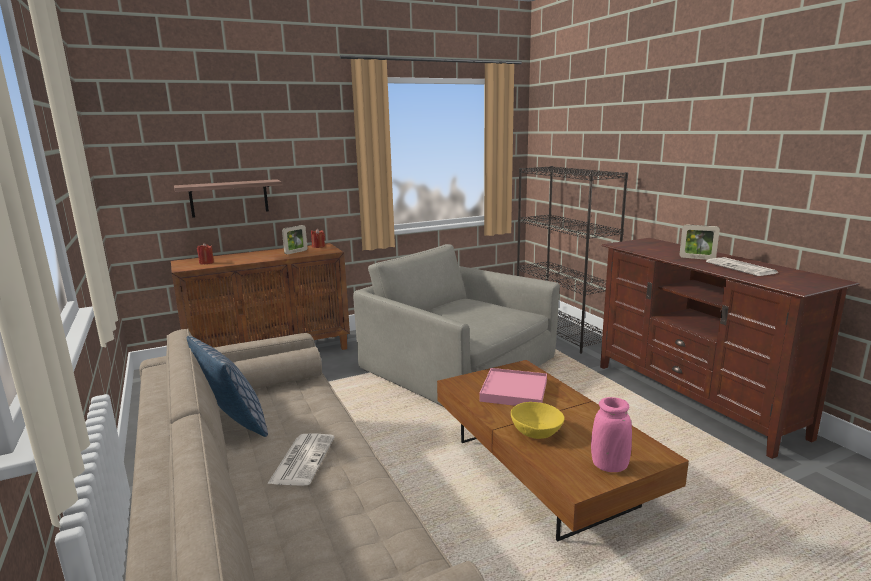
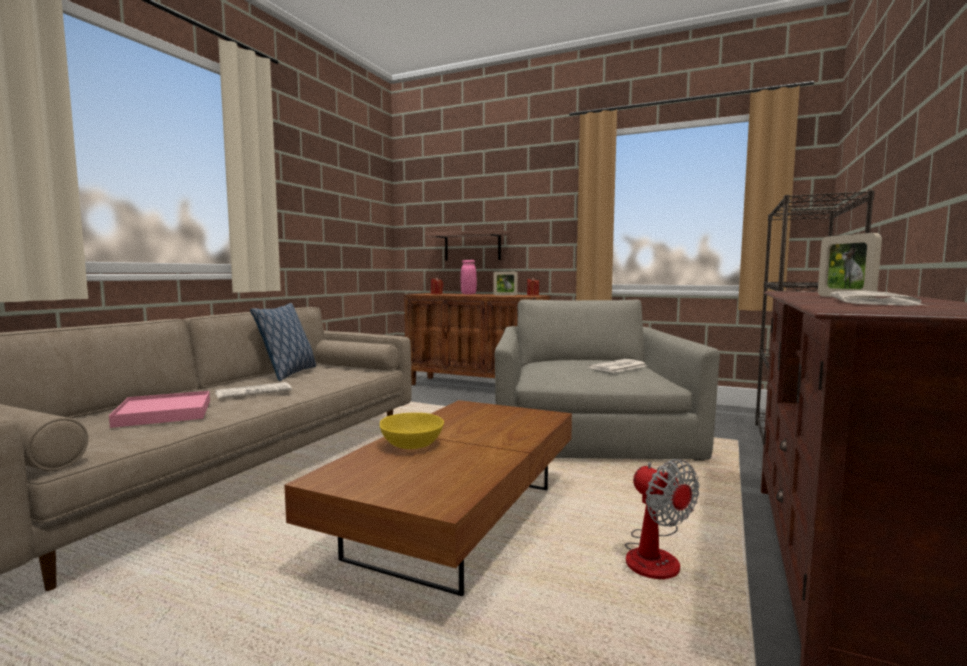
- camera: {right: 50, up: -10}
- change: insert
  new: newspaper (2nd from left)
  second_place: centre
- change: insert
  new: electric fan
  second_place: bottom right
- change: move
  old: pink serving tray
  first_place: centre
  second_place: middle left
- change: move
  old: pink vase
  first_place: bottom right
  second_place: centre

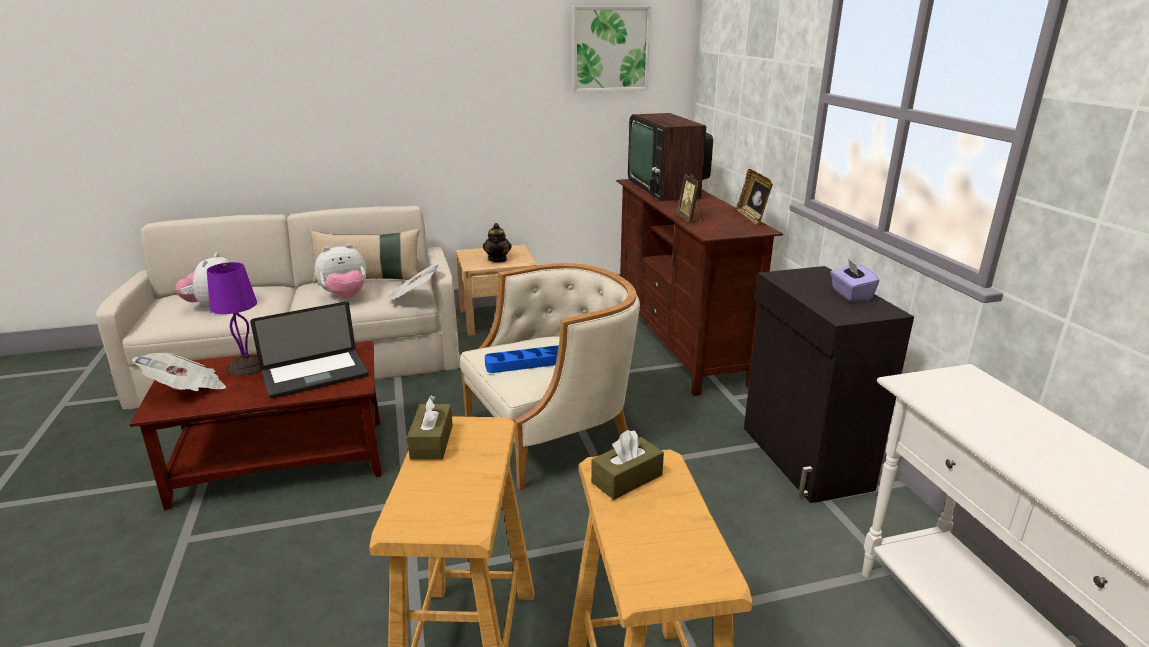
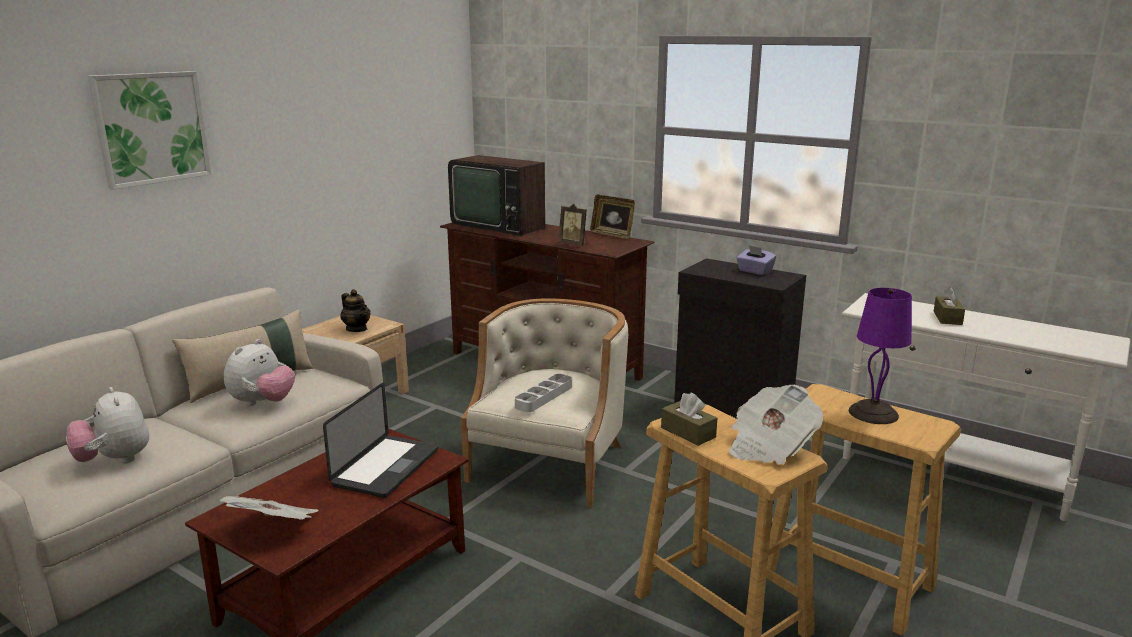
- camera: {right: -40, up: -5}
- change: move
  old: purplish tabletop lamp
  first_place: middle left
  second_place: middle right
- change: move
  old: newspaper (2nd from left)
  first_place: centre
  second_place: middle right
- change: move
  old: wall picture
  first_place: top centre
  second_place: top left
- change: move
  old: brown-coloured tissue box (2nd from left)
  first_place: bottom centre
  second_place: middle right
- change: recolor
  old: bluish serving tray
  new: gray serving tray
  first_place: centre
  second_place: centre

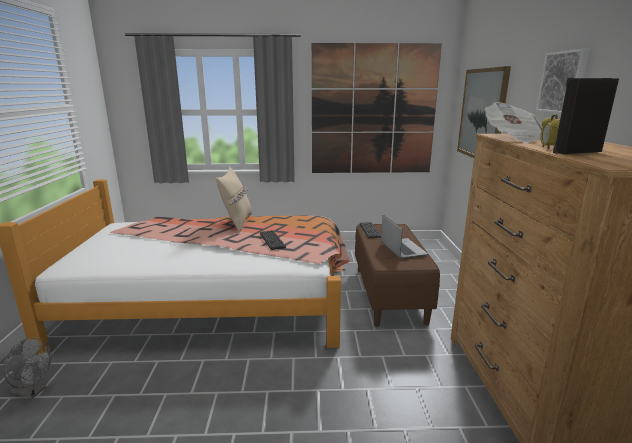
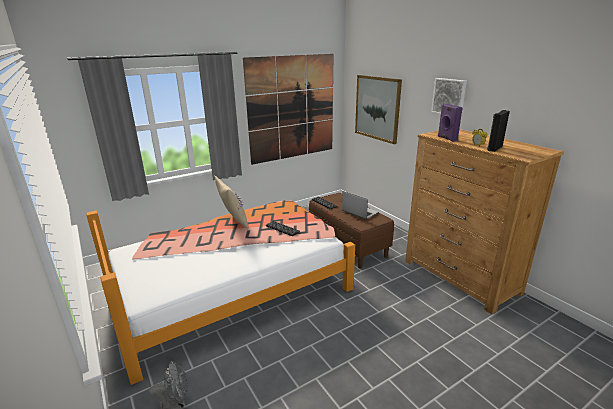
- camera: {right: -30, up: 5}
- change: replace
  old: newspaper
  new: purplish loudspeaker
  first_place: top right
  second_place: top right

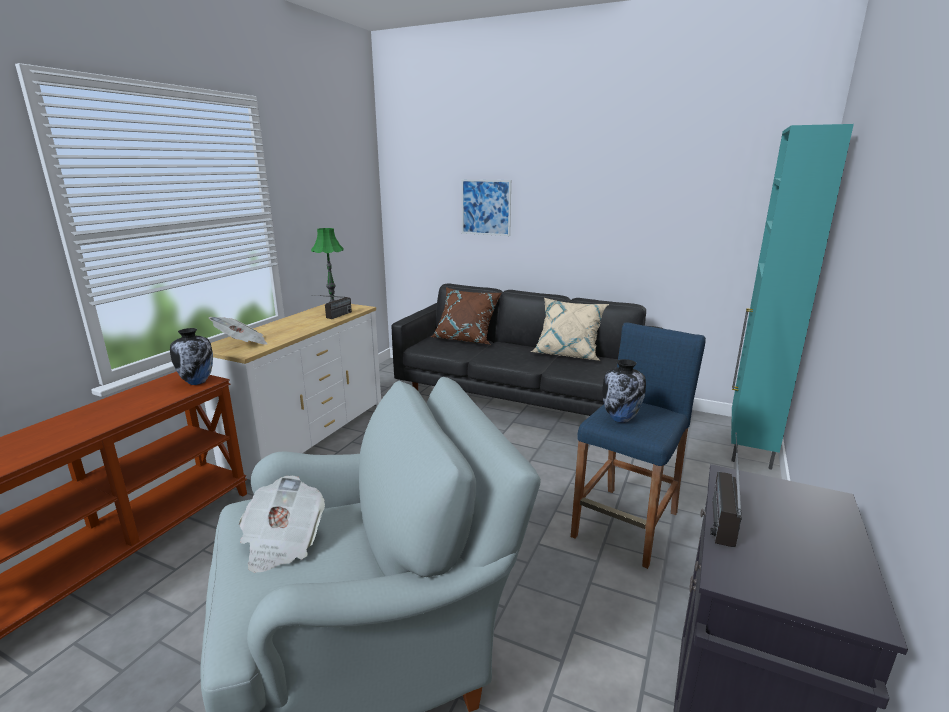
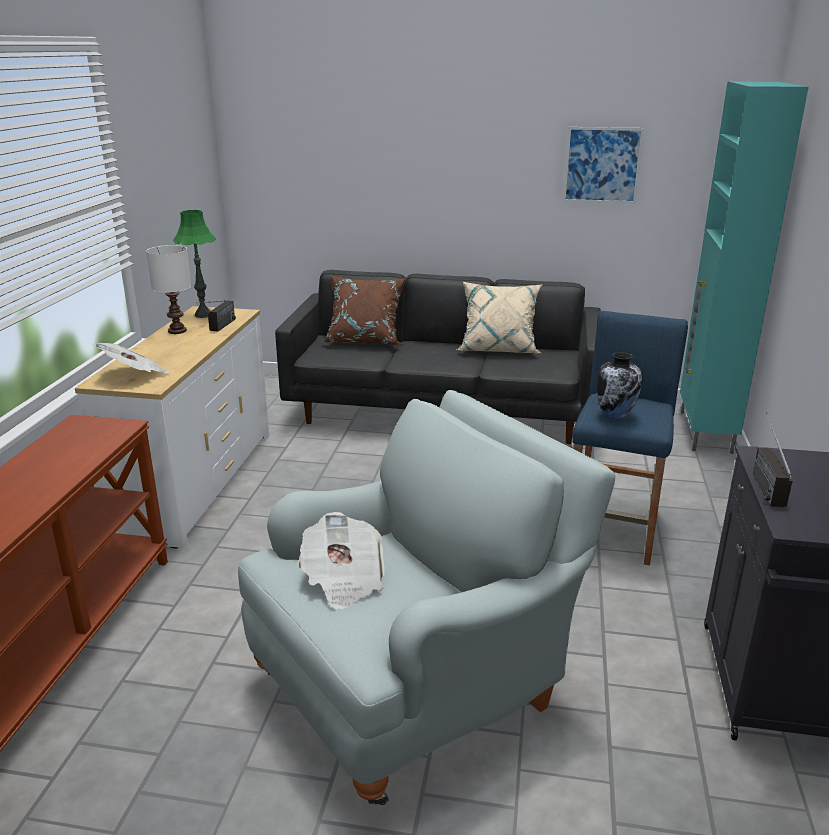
- camera: {right: -15, up: 5}
- change: delete
  old: vase (1st from left)
  first_place: middle left
- change: insert
  new: white tabletop lamp
  second_place: middle left
- change: move
  old: wall picture
  first_place: top centre
  second_place: top right

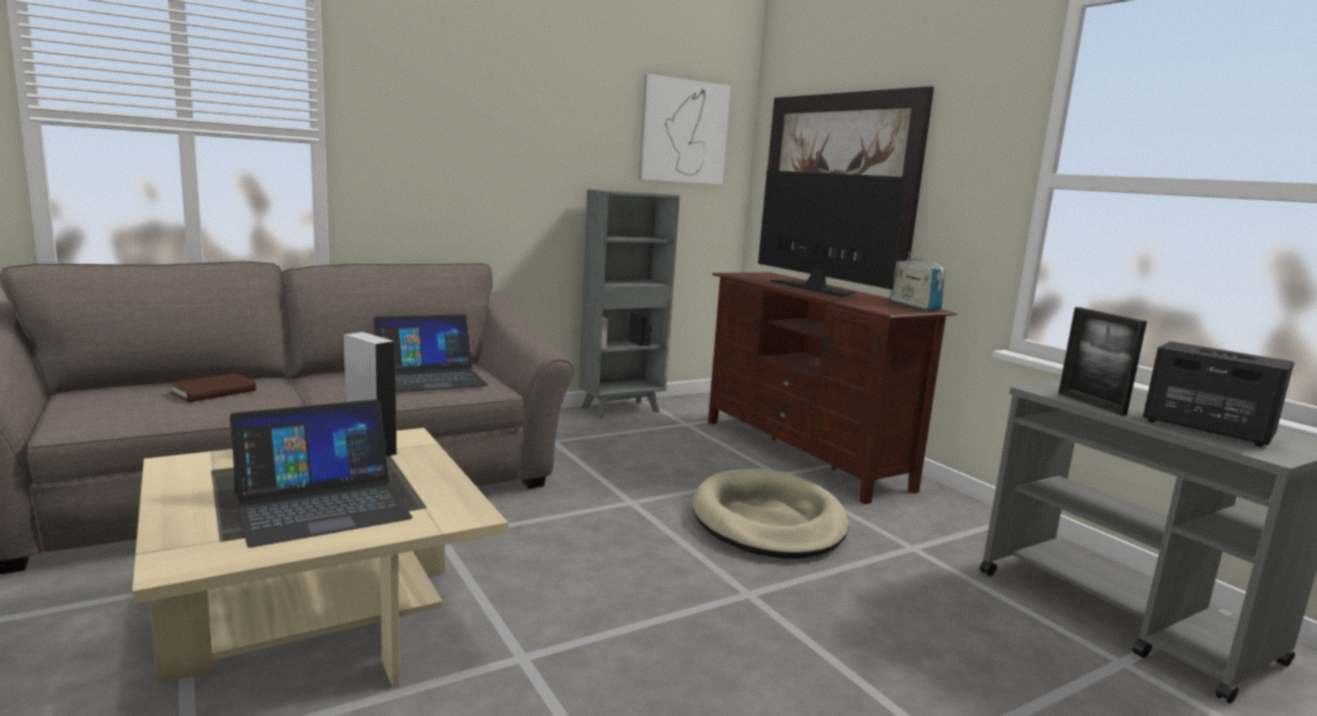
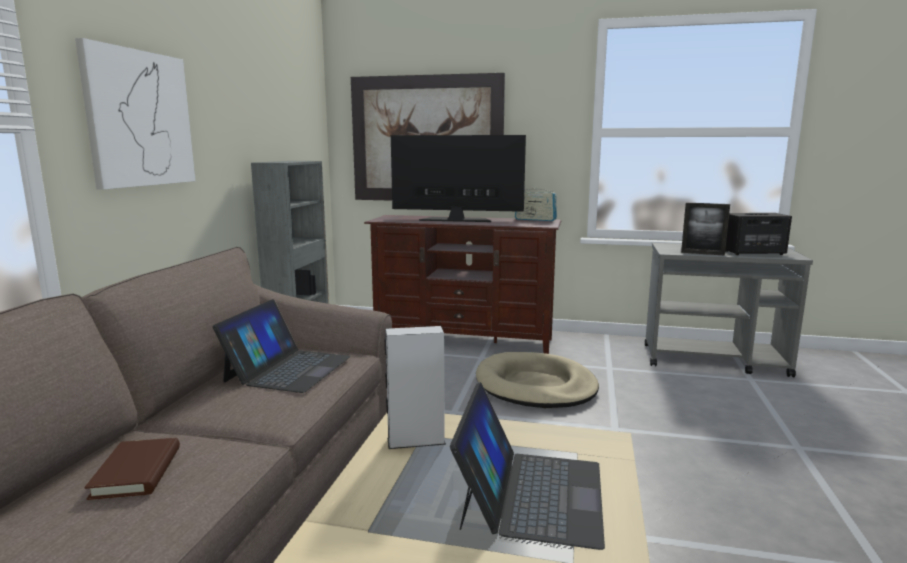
- camera: {right: -45, up: 0}
- change: move
  old: wall picture (1st from left)
  first_place: top centre
  second_place: top left

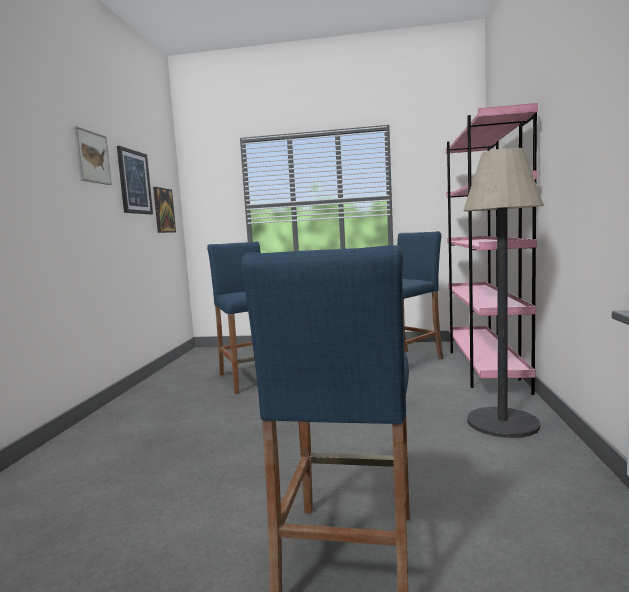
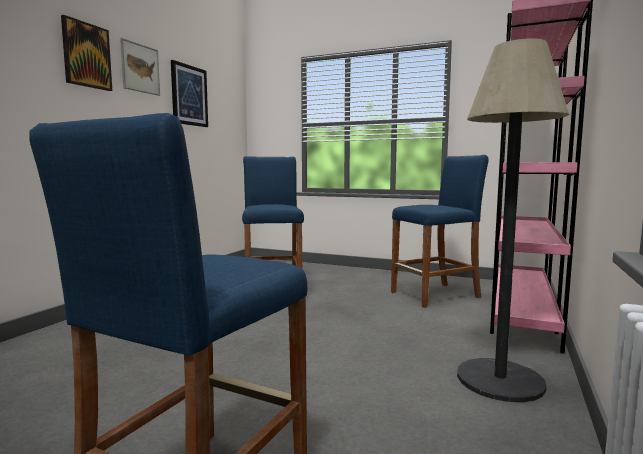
- camera: {right: 15, up: 0}
- change: move
  old: wall picture (3rd from left in the first image)
  new: wall picture (1st from left)
  first_place: middle left
  second_place: top left

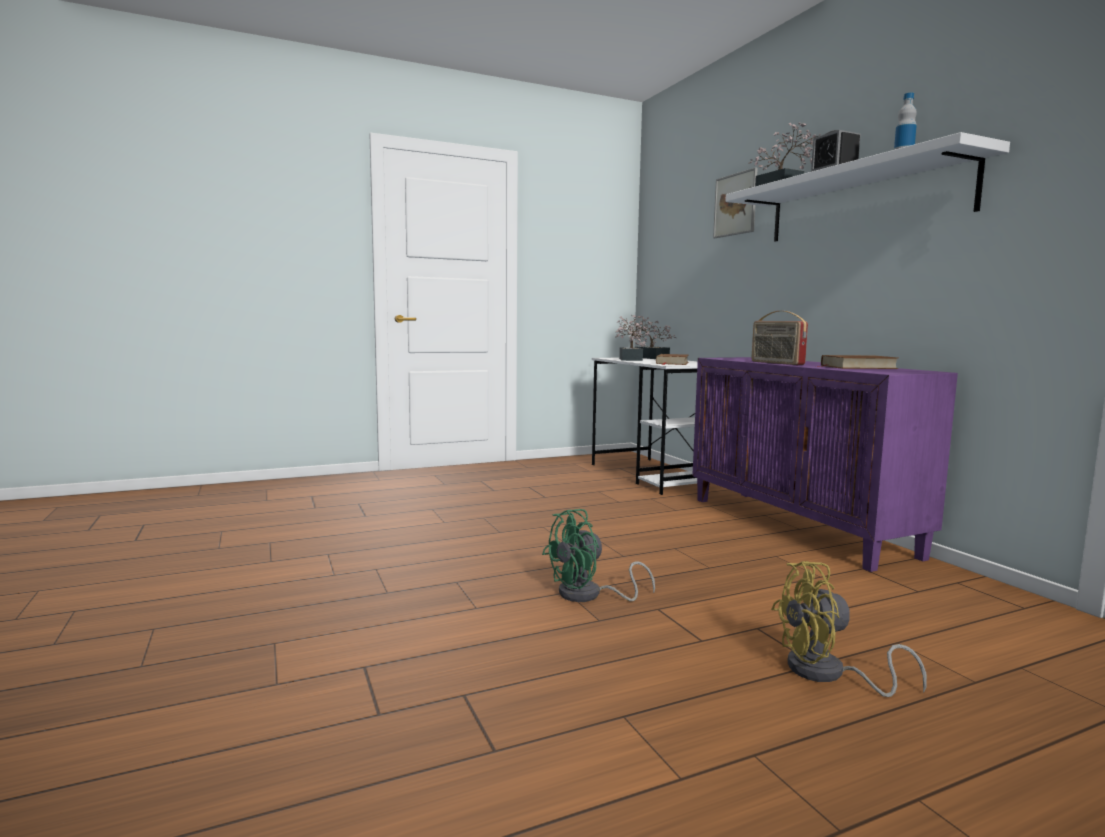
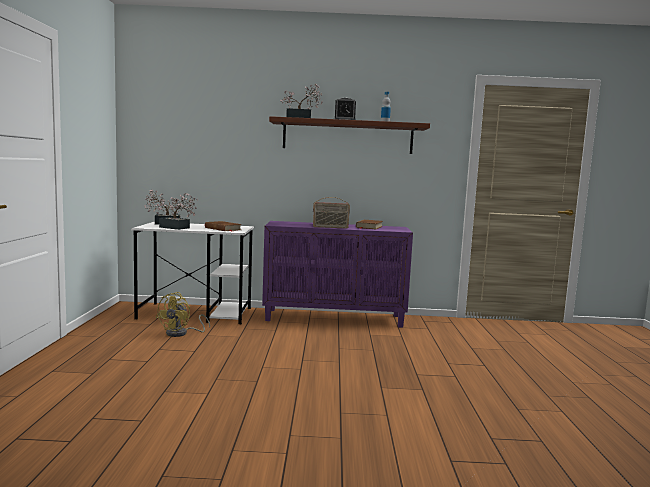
- camera: {right: -65, up: 0}
- change: delete
  old: green-coloured electric fan
  first_place: centre
- change: delete
  old: wall picture
  first_place: top centre
- change: move
  old: yellow-coloured electric fan
  first_place: bottom right
  second_place: middle left
- change: recolor
  old: white shelf
  new: brown-coloured shelf
  first_place: top right
  second_place: top centre

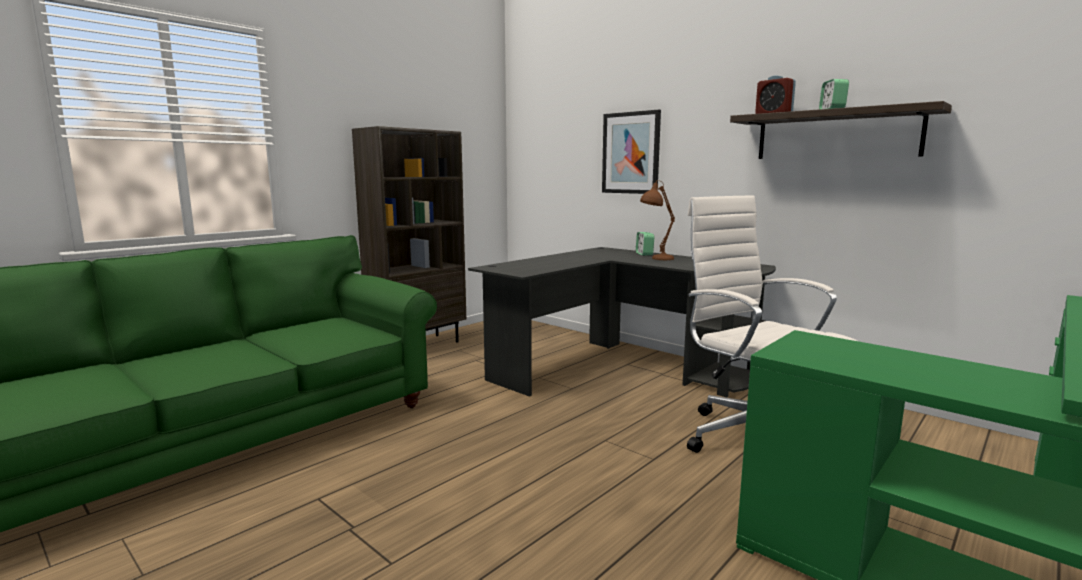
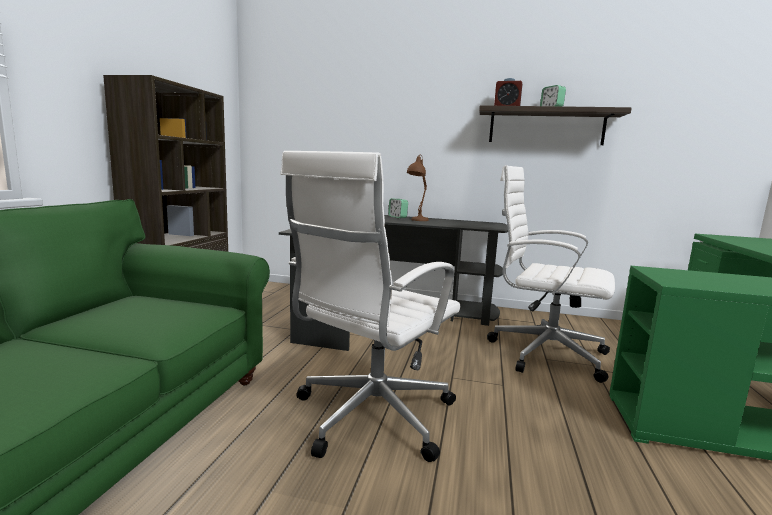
- camera: {right: -30, up: 0}
- change: delete
  old: wall picture
  first_place: top centre
- change: insert
  new: white desk chair (1st from left)
  second_place: centre

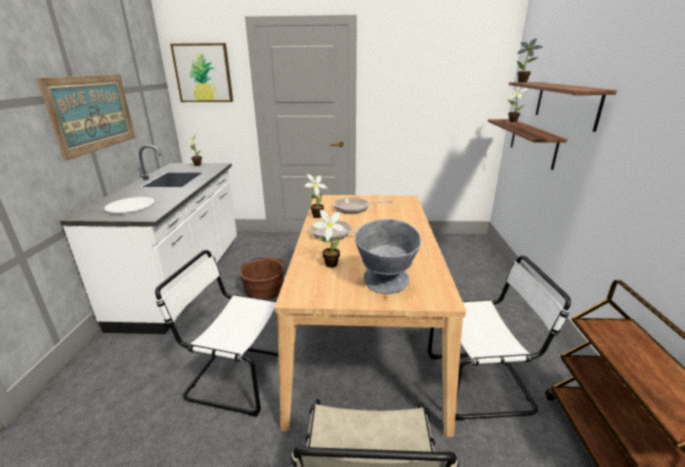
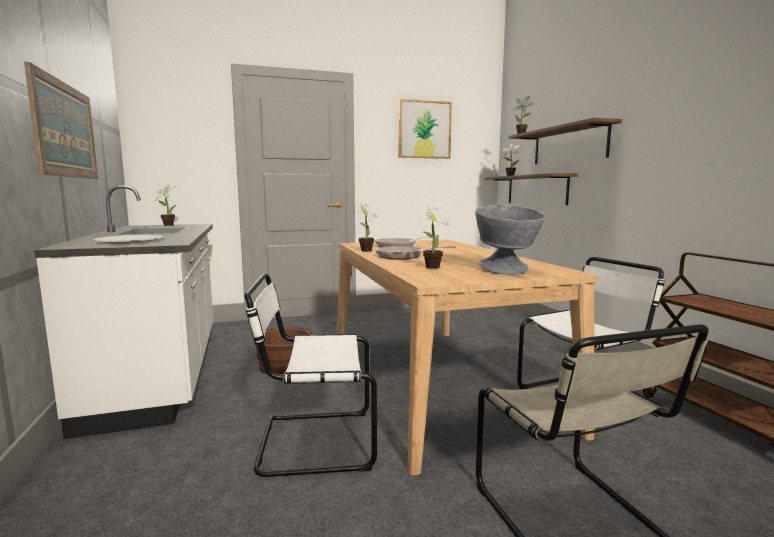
- camera: {right: -20, up: -15}
- change: move
  old: wall picture (2nd from left)
  first_place: top left
  second_place: top centre

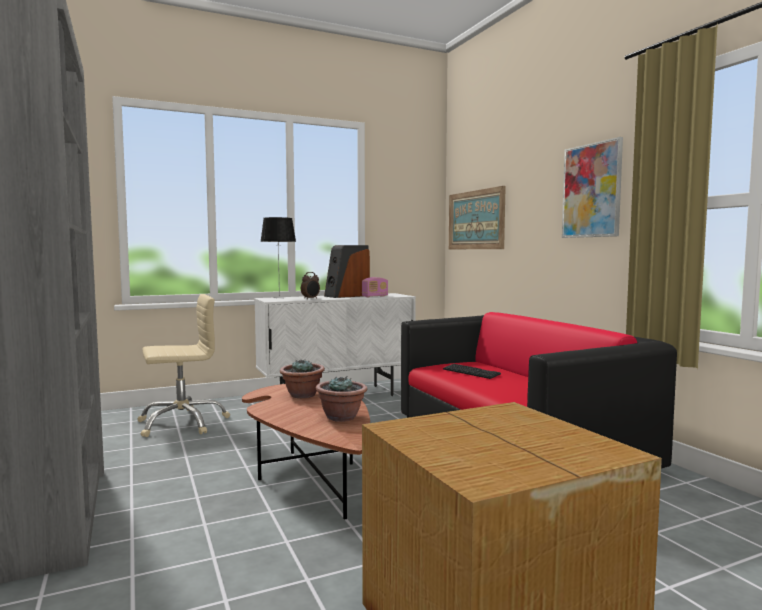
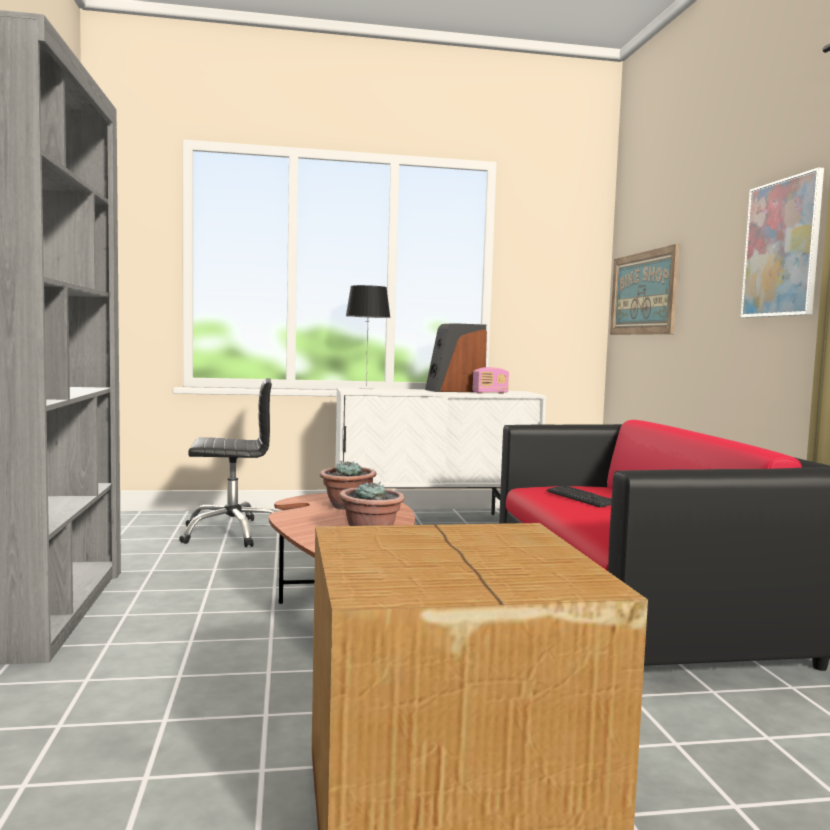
- camera: {right: 15, up: 0}
- change: delete
  old: bedside clock
  first_place: centre
- change: recolor
  old: sand-coloured desk chair
  new: black desk chair
  first_place: middle left
  second_place: middle left

